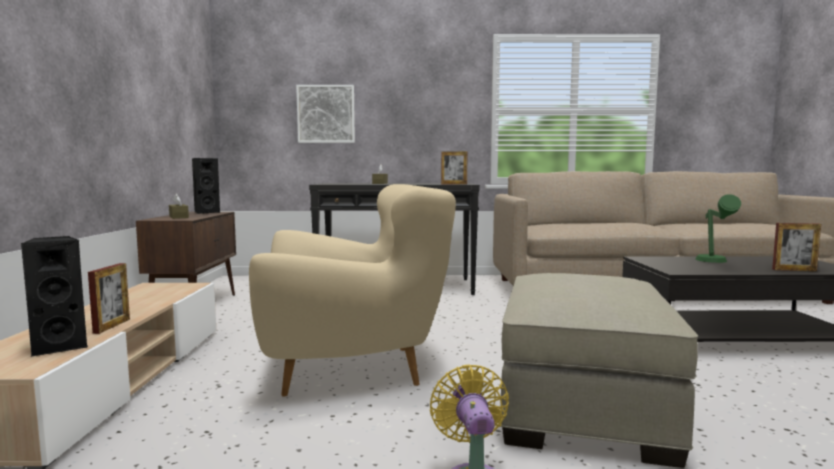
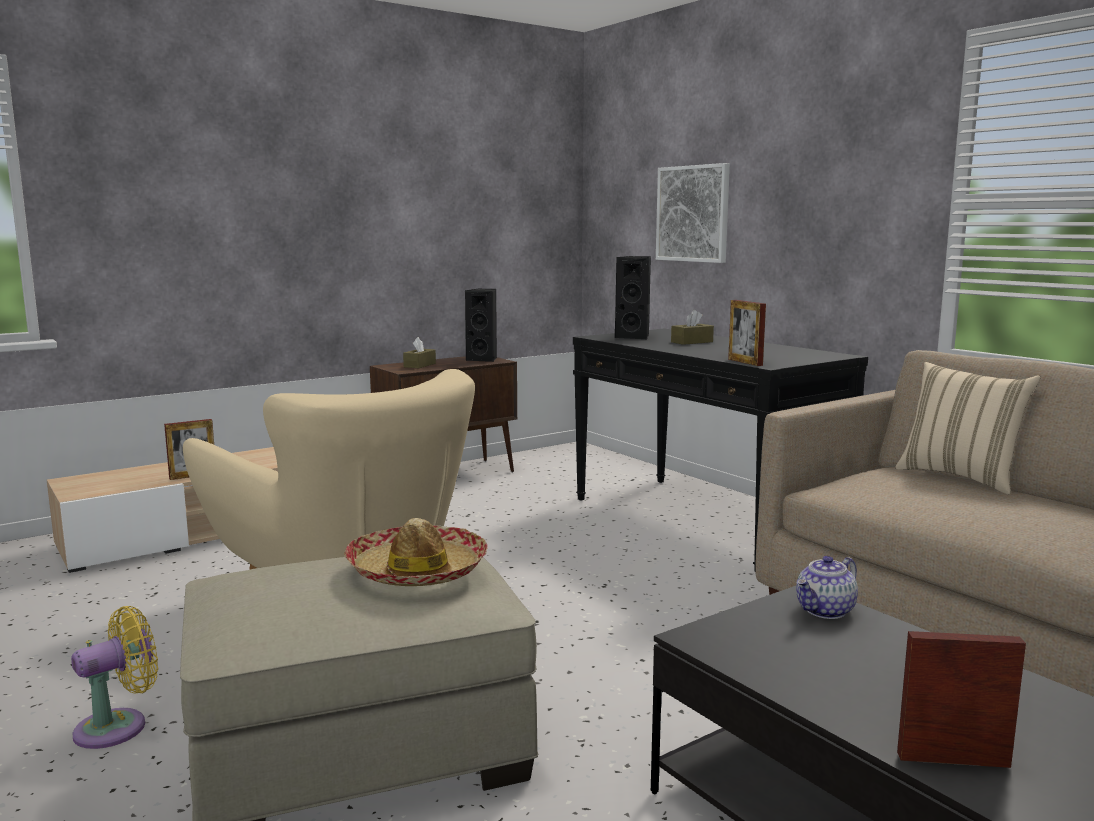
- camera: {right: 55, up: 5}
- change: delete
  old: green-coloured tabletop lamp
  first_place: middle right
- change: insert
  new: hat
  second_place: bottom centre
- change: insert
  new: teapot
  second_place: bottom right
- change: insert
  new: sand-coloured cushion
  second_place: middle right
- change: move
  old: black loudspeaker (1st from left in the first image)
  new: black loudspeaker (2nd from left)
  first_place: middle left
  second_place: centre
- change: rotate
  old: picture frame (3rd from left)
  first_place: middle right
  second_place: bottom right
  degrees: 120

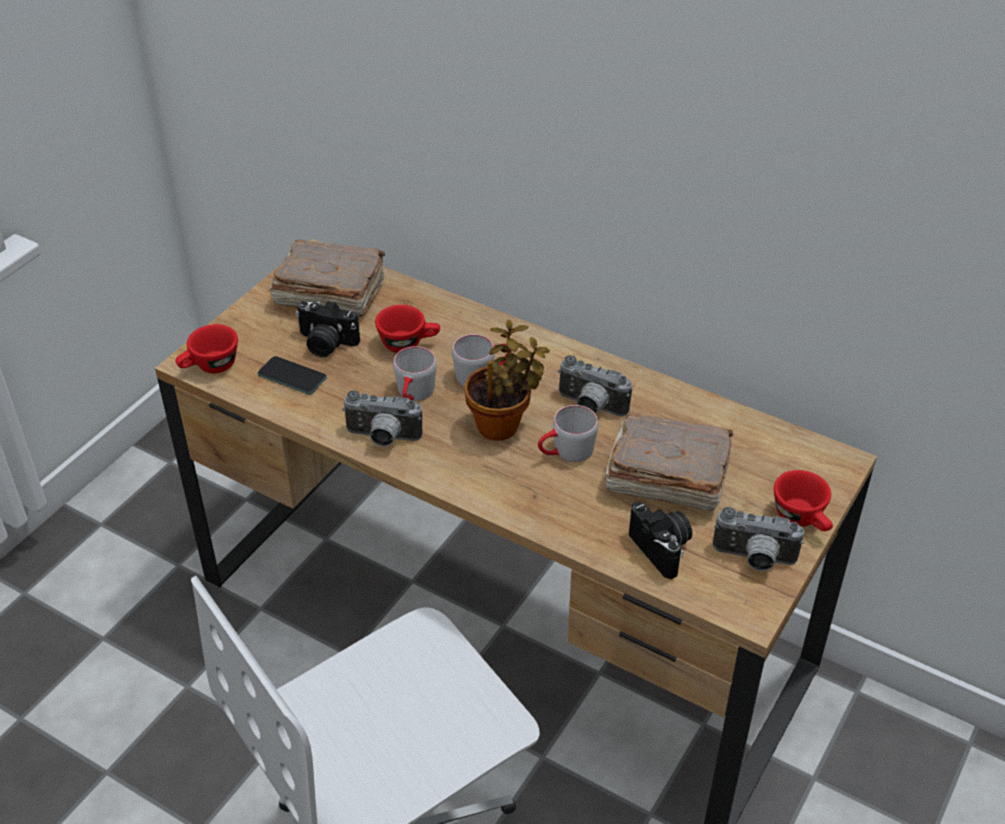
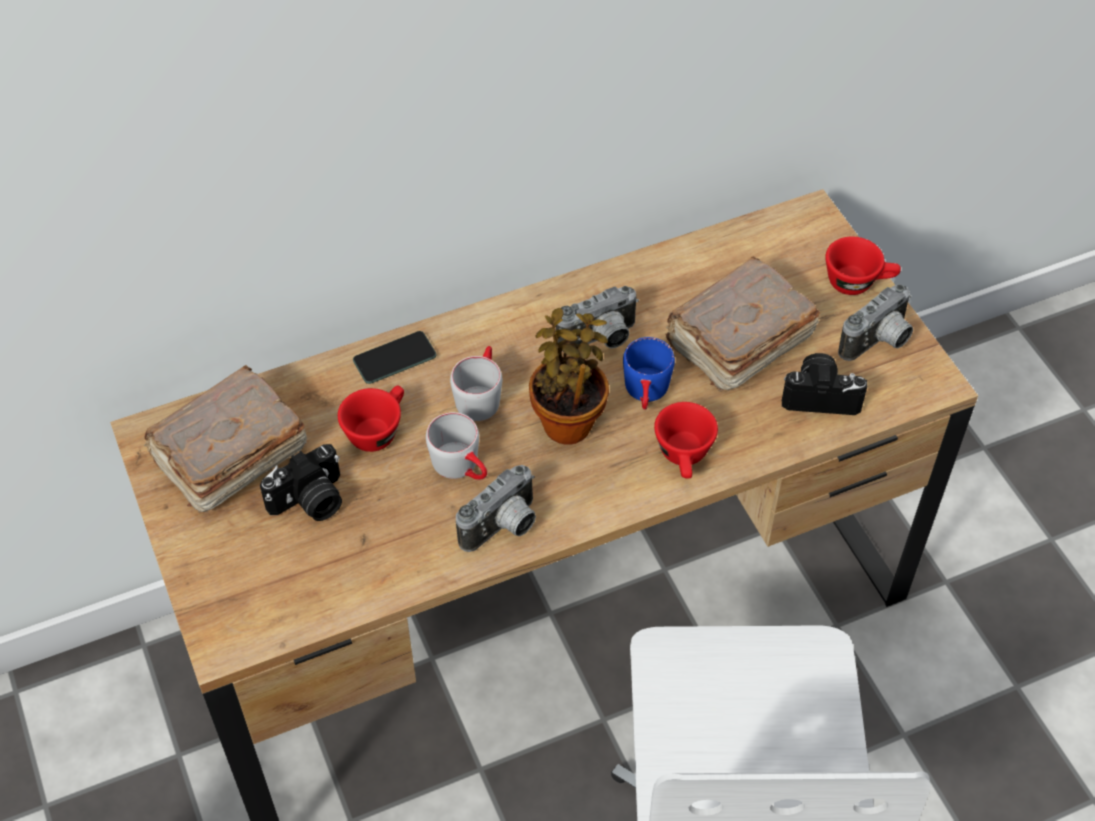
- camera: {right: -55, up: 10}
- change: move
  old: red small cup (1st from left in the first image)
  new: red small cup (2nd from left)
  first_place: middle left
  second_place: centre
- change: move
  old: phone
  first_place: middle left
  second_place: centre
- change: recolor
  old: gray coffee mug (3rd from left)
  new: bluish coffee mug
  first_place: centre
  second_place: centre

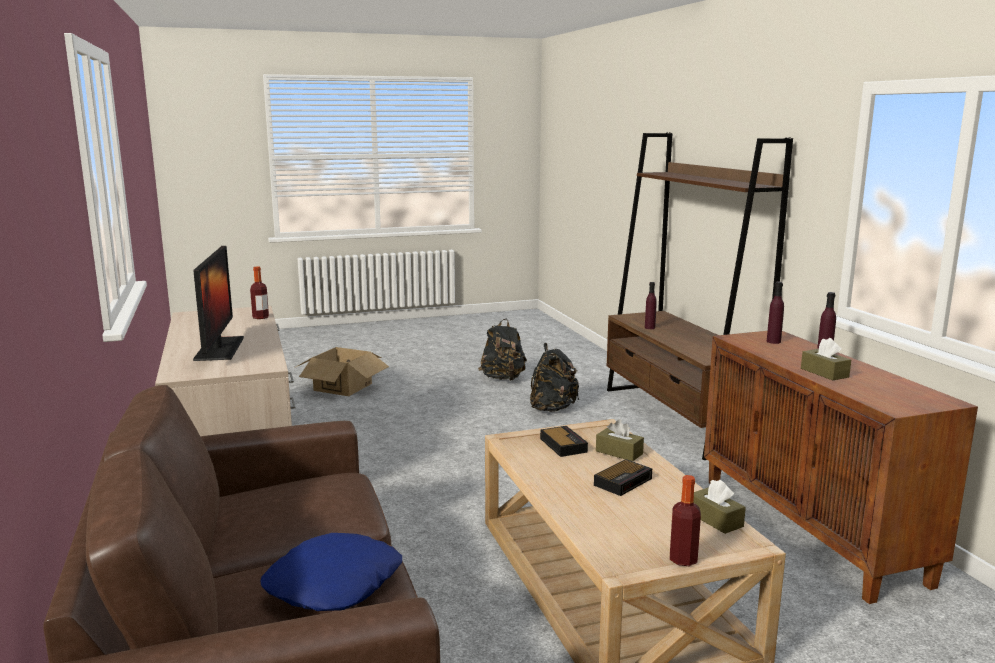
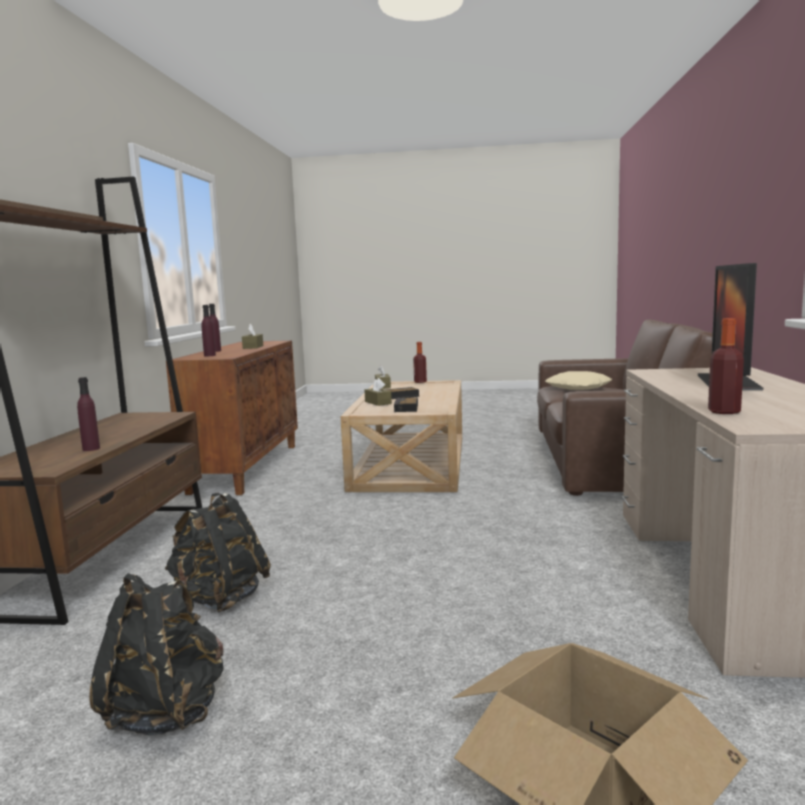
- camera: {right: -155, up: -5}
- change: recolor
  old: bluish cushion
  new: sand-coloured cushion
  first_place: bottom left
  second_place: middle right

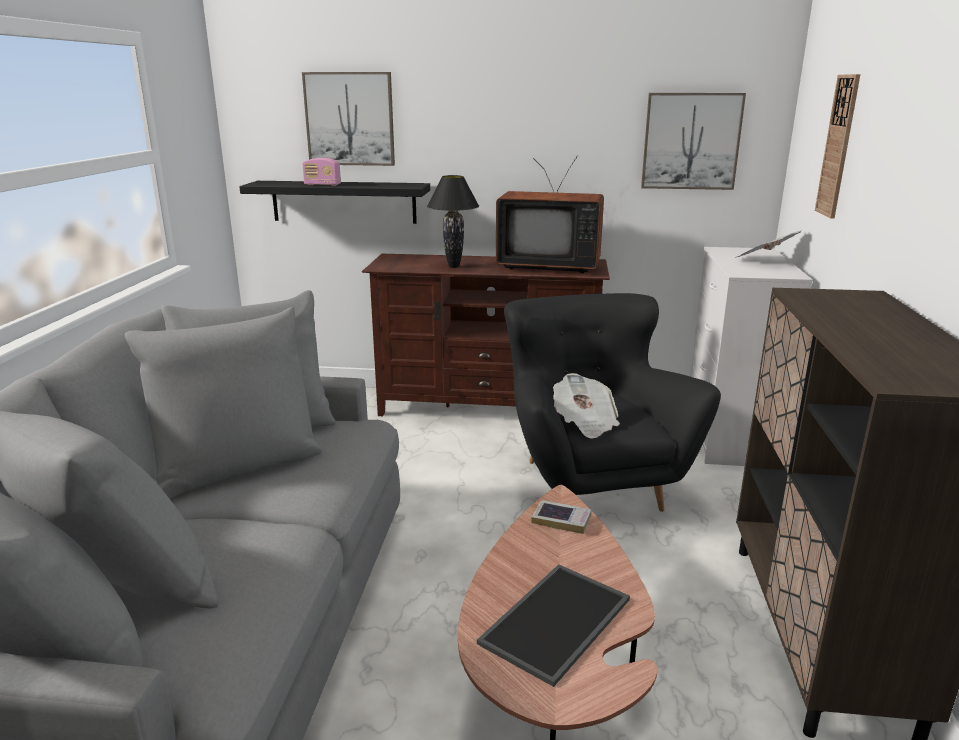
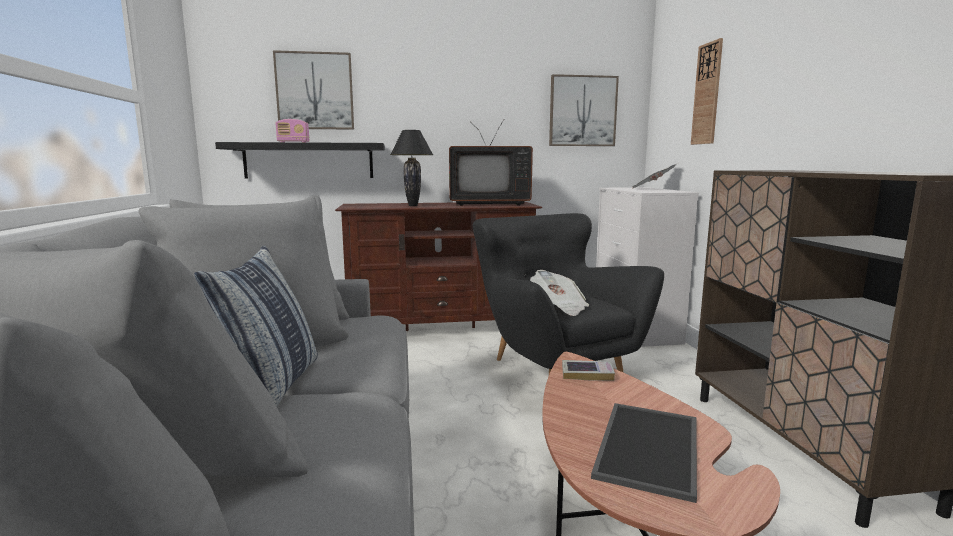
- camera: {right: -15, up: -10}
- change: insert
  new: cushion
  second_place: middle left

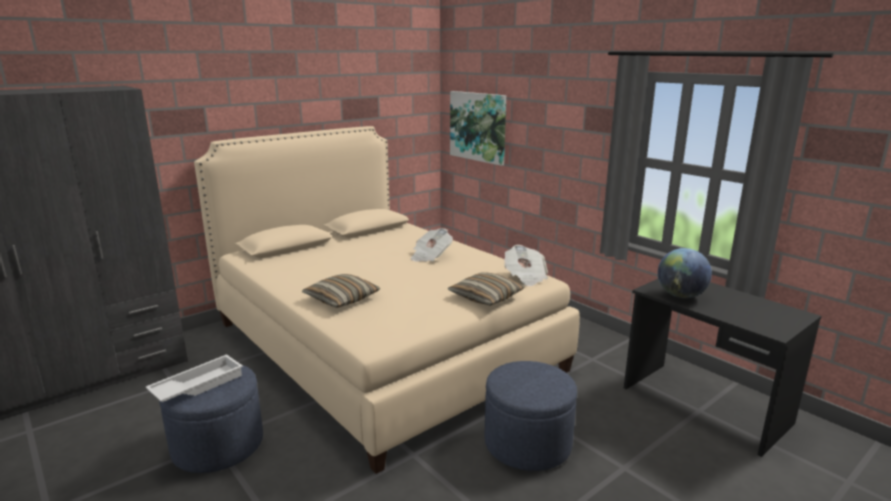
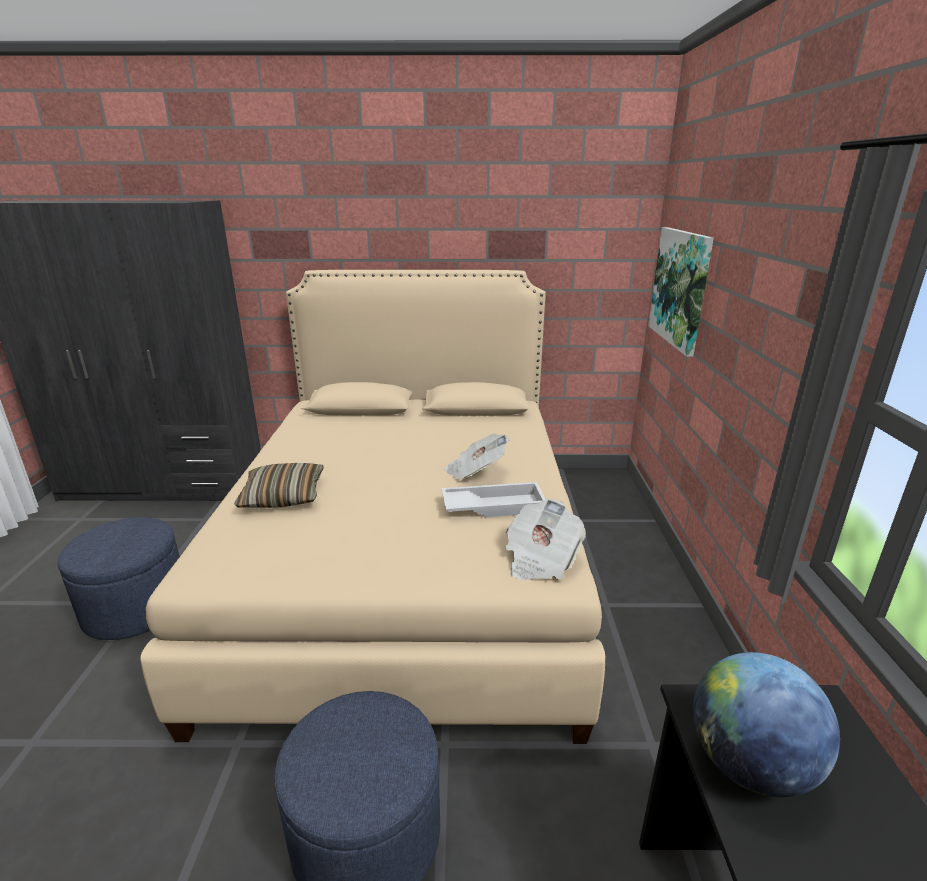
- camera: {right: 40, up: 5}
- change: delete
  old: cushion (2nd from left)
  first_place: centre
- change: move
  old: white serving tray
  first_place: bottom left
  second_place: centre

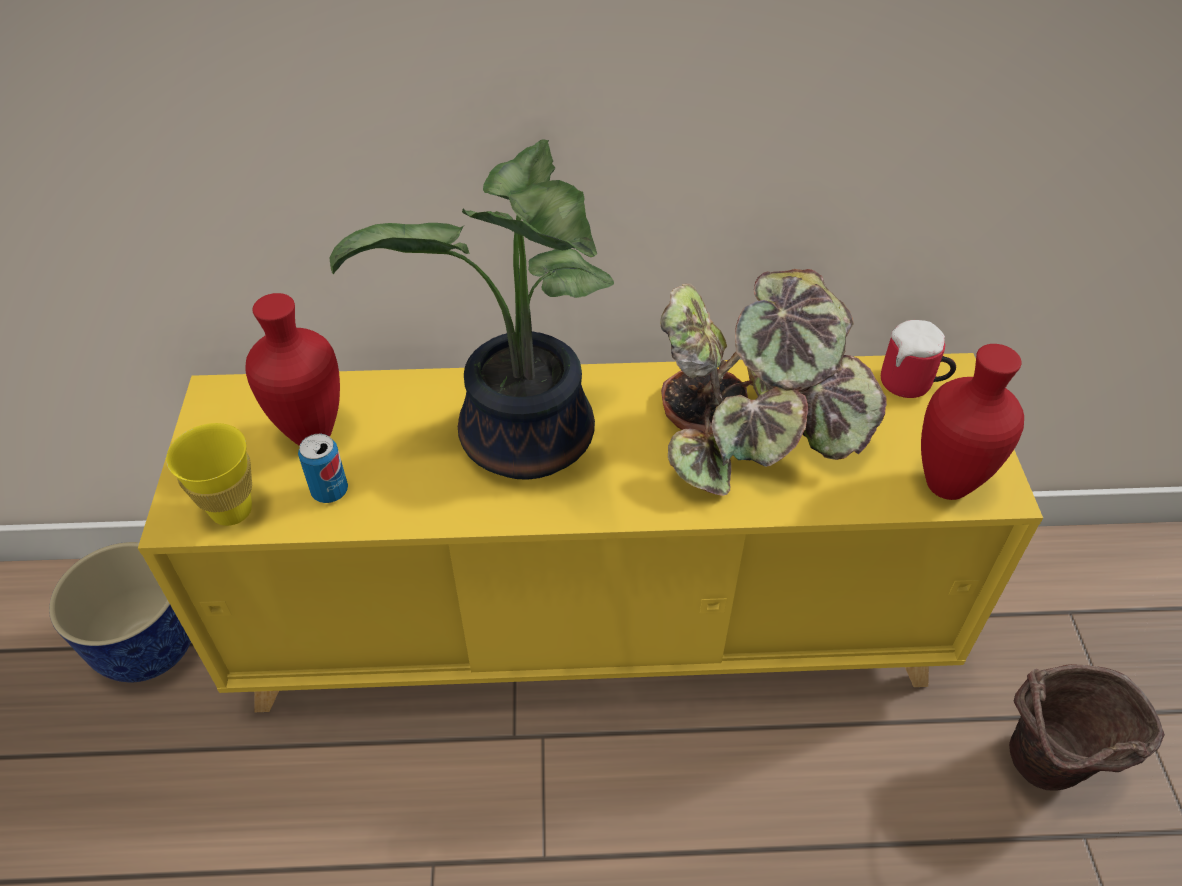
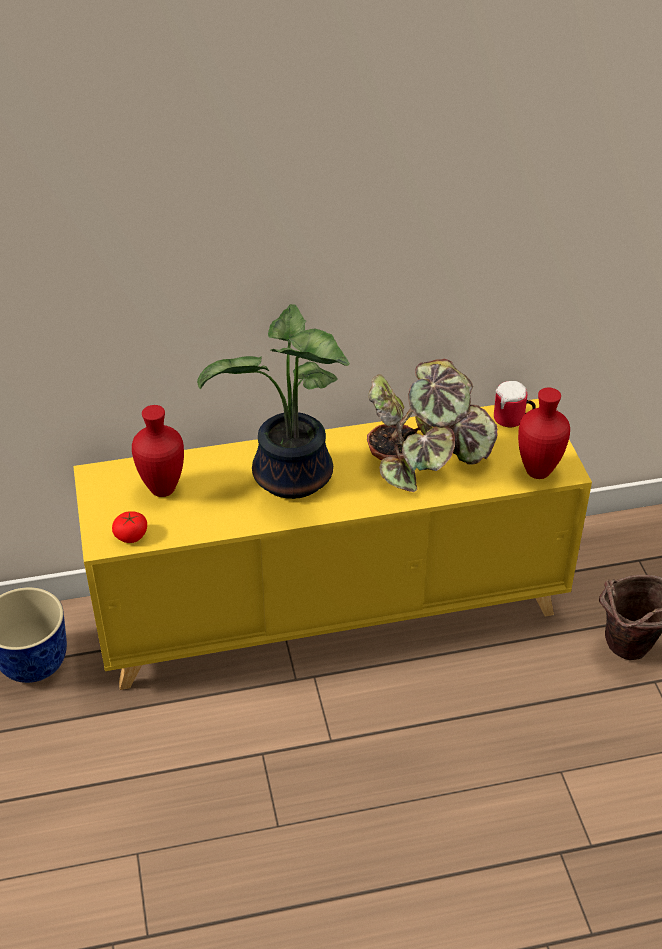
- camera: {right: -10, up: -5}
- change: delete
  old: can
  first_place: middle left
- change: replace
  old: yellow-coloured small cup
  new: whole tomato
  first_place: middle left
  second_place: middle left

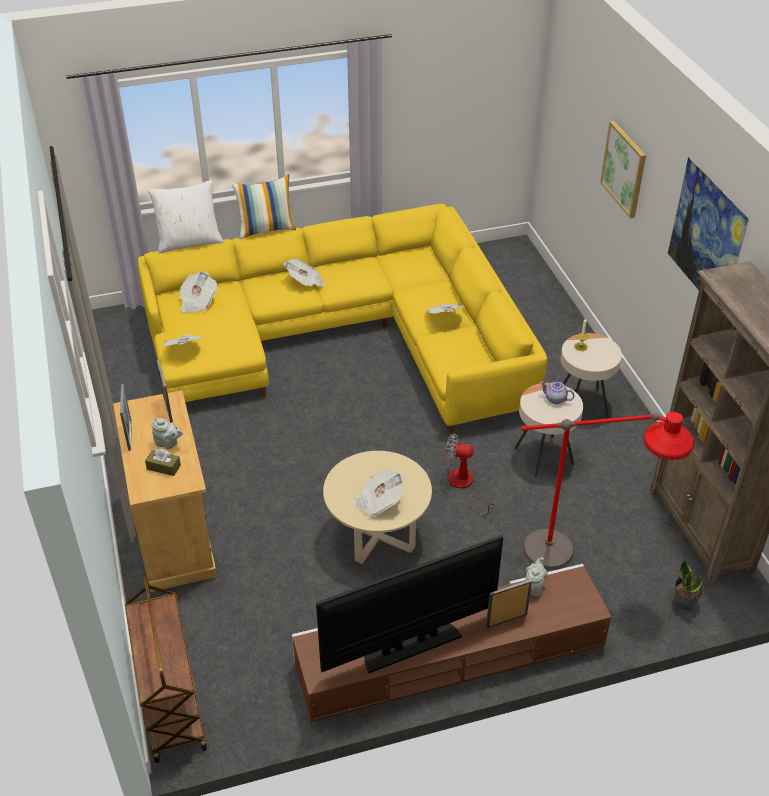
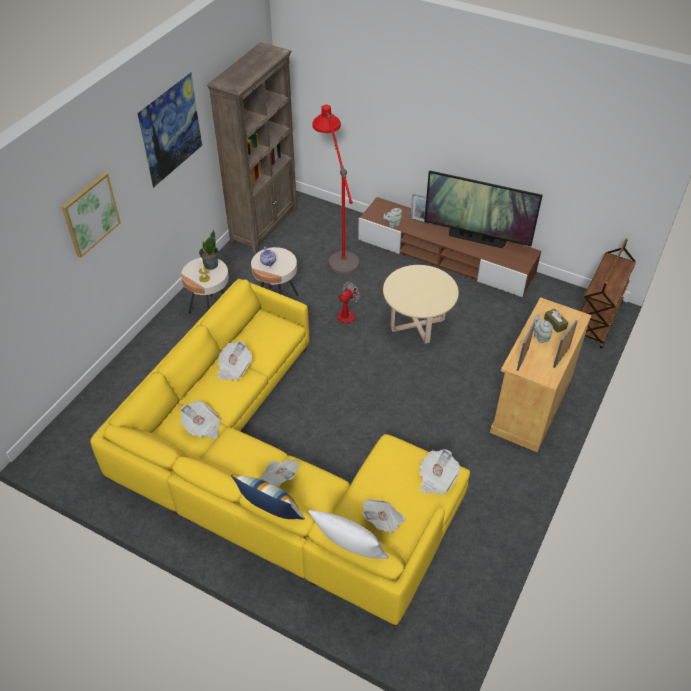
- camera: {right: -135, up: 5}
- change: move
  old: newspaper (4th from left in the first image)
  new: newspaper (1st from left)
  first_place: centre
  second_place: middle left
- change: move
  old: potted plant
  first_place: bottom right
  second_place: middle left
- change: rotate
  old: electric fan
  first_place: centre
  second_place: centre
  degrees: -105

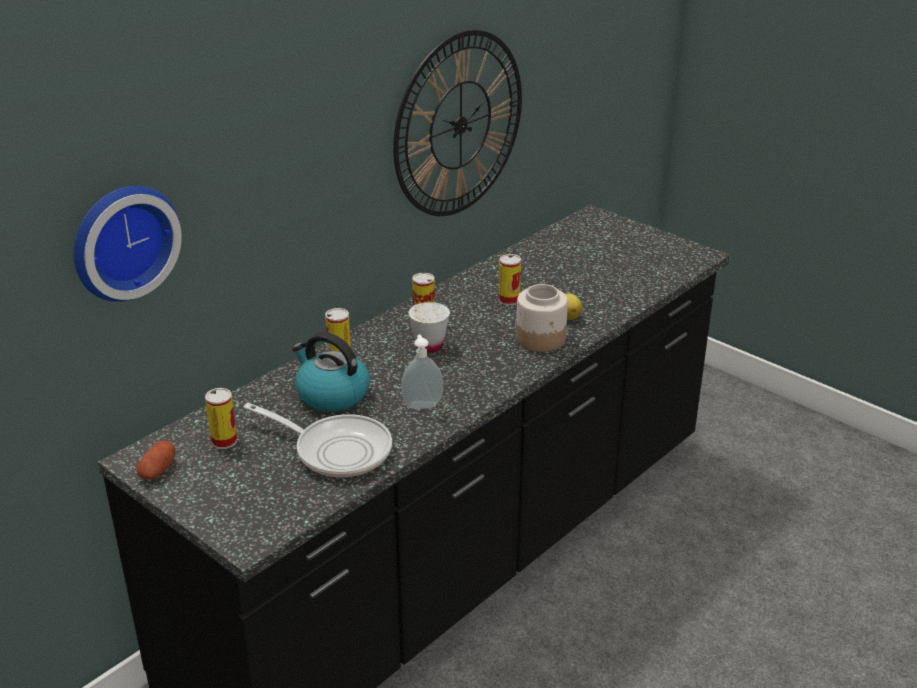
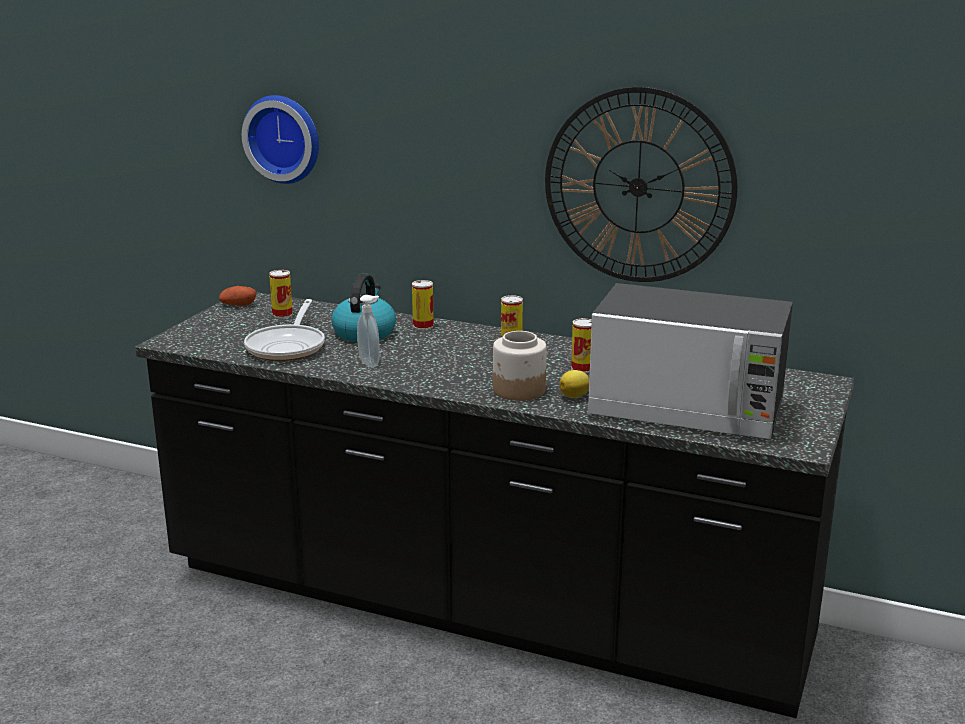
- camera: {right: 70, up: -10}
- change: delete
  old: white small cup
  first_place: centre
- change: insert
  new: kitchen microwave
  second_place: middle right

